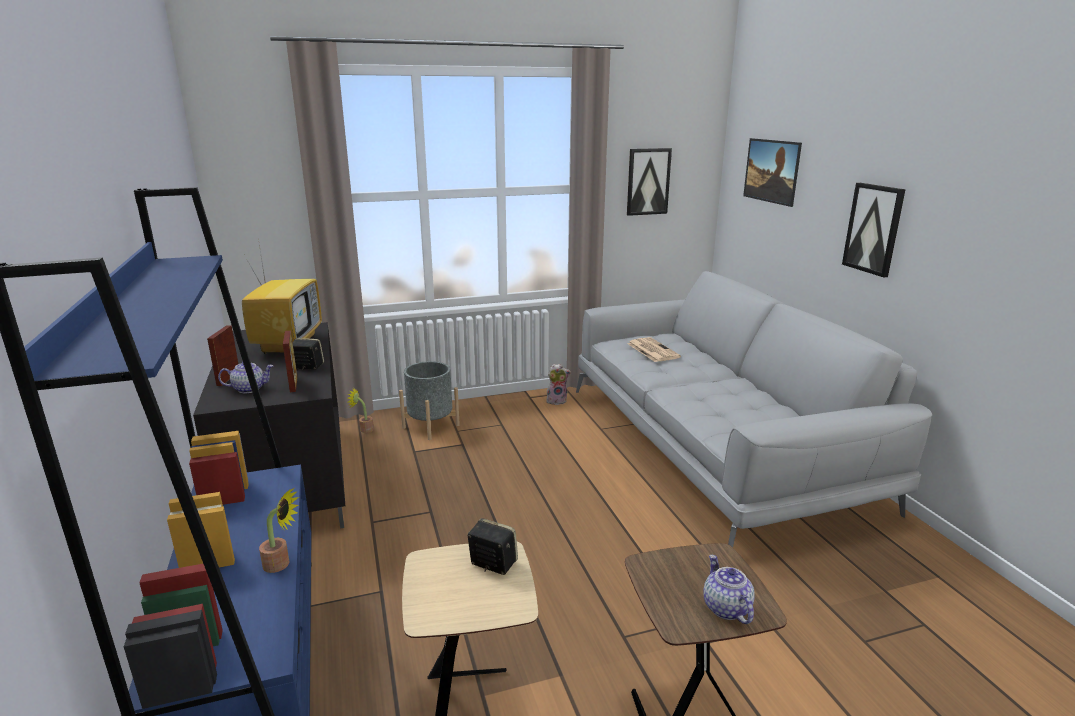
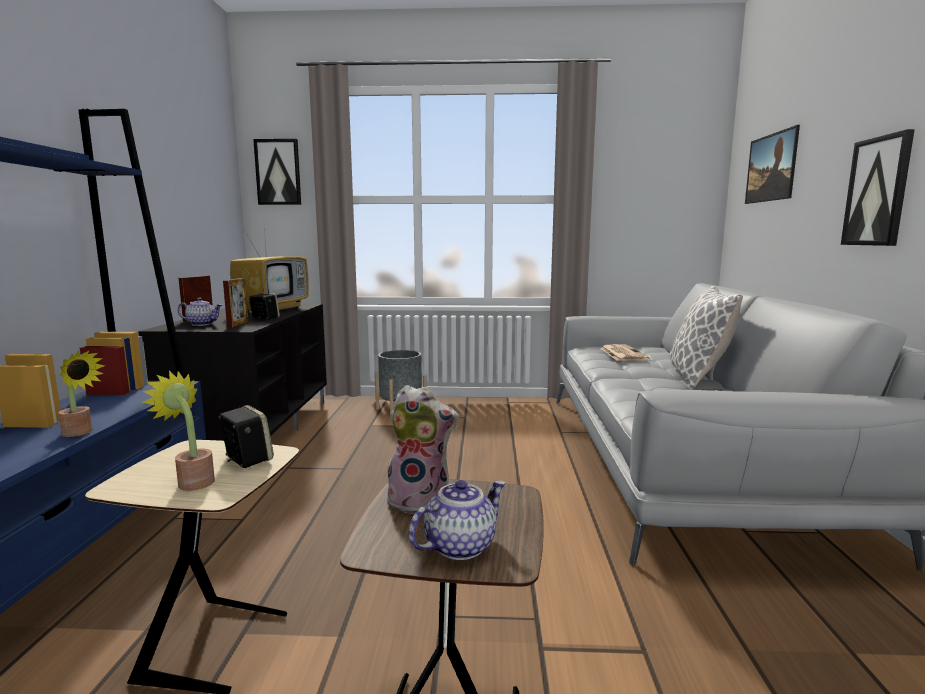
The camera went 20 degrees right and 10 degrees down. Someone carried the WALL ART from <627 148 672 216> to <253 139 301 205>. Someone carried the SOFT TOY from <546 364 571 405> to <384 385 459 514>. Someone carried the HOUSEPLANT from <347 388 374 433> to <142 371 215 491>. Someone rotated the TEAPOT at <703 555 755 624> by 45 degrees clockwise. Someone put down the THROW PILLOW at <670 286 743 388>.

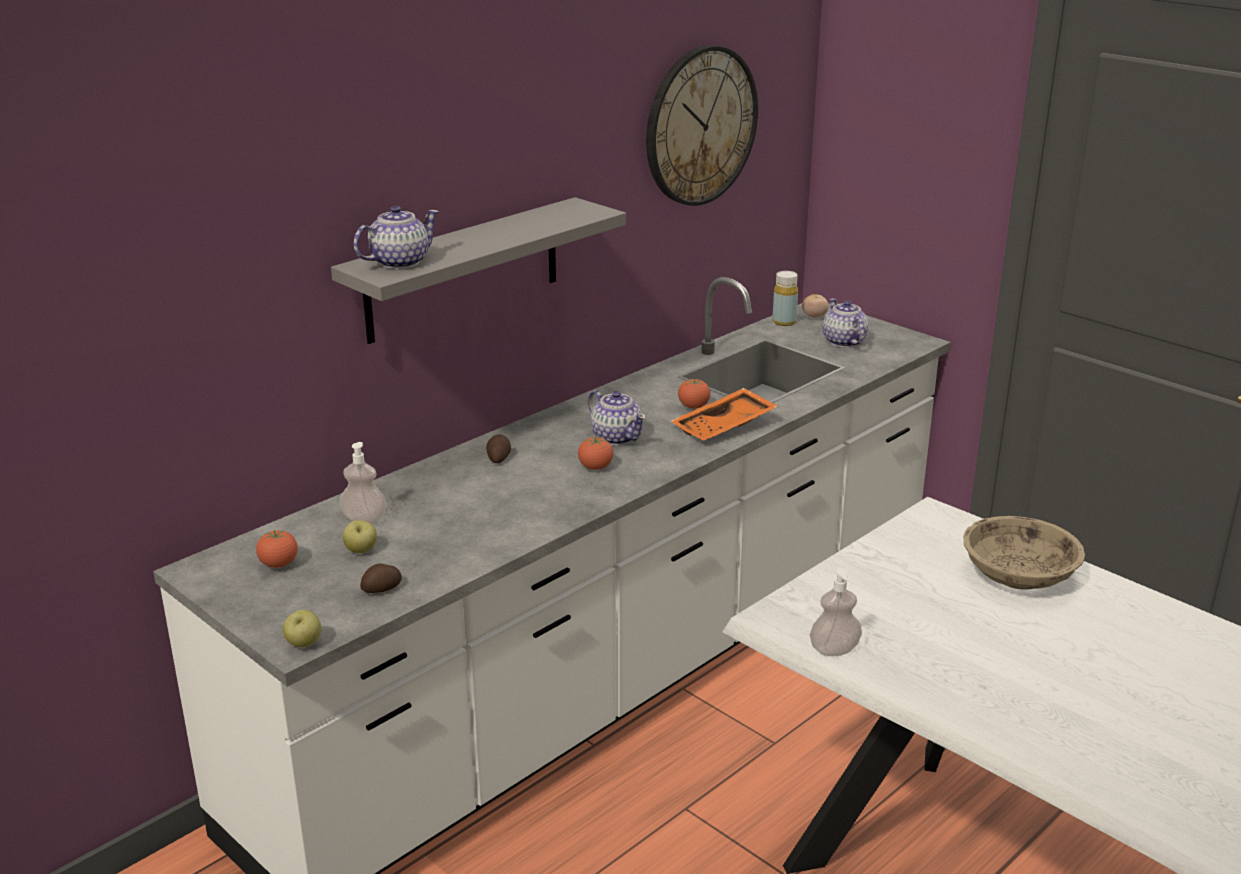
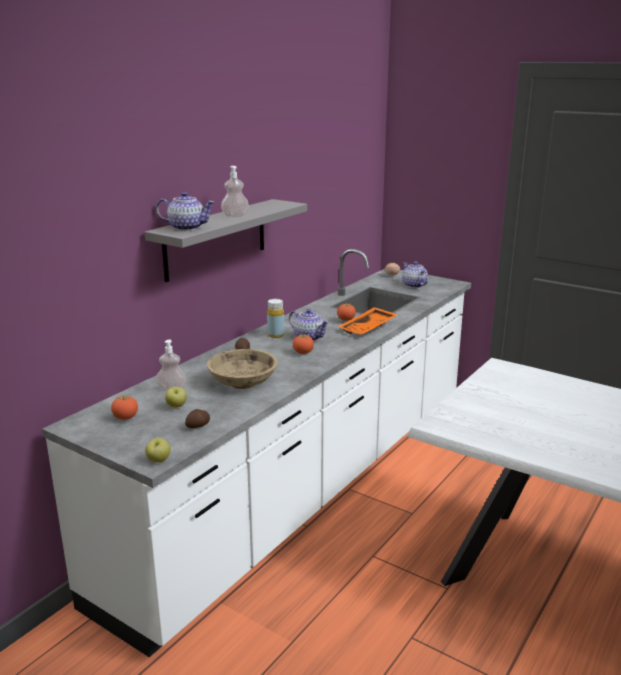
The camera went 10 degrees left and 5 degrees down. Someone took away the CLOCK ON THE WALL at <646 45 758 206>. Someone rotated the TEAPOT at <354 206 439 269> by 60 degrees clockwise. Someone carried the YELLOW-COLOURED BEVERAGE BOTTLE from <772 271 798 326> to <267 299 284 338>. Someone carried the SAND-COLOURED SERVING BOWL from <963 516 1085 590> to <207 349 278 389>. Someone carried the SOAP BOTTLE from <810 568 862 656> to <221 166 249 217>.

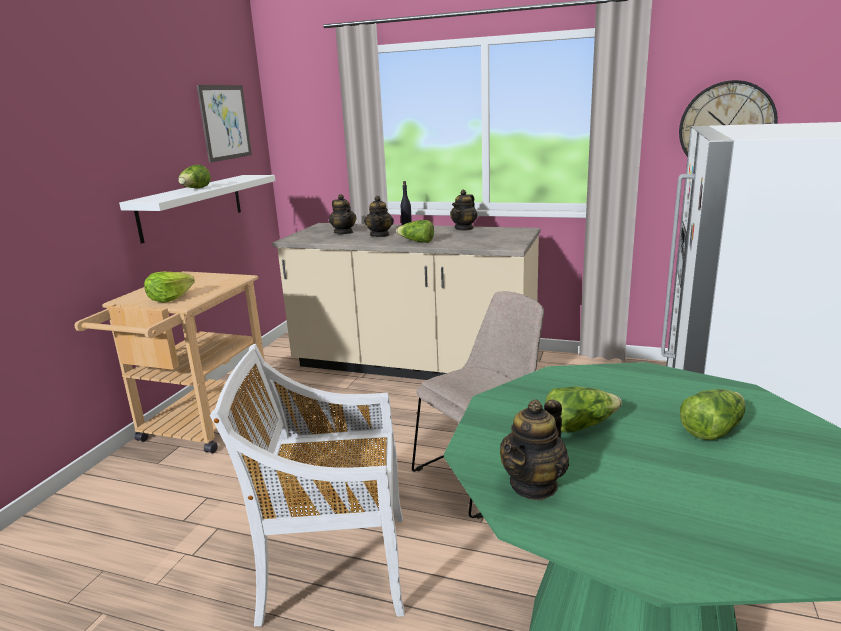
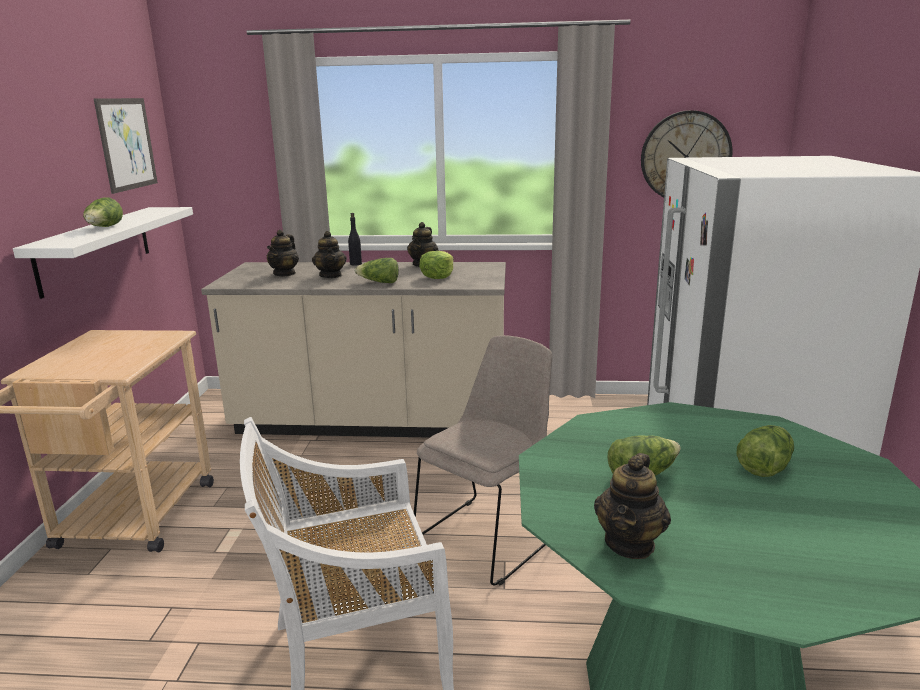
The camera went 15 degrees left and 0 degrees up. Someone rotated the TEAPOT at <329 194 356 234> by 60 degrees clockwise. Someone carried the HEAD OF LETTUCE from <144 272 195 302> to <419 251 454 279>.

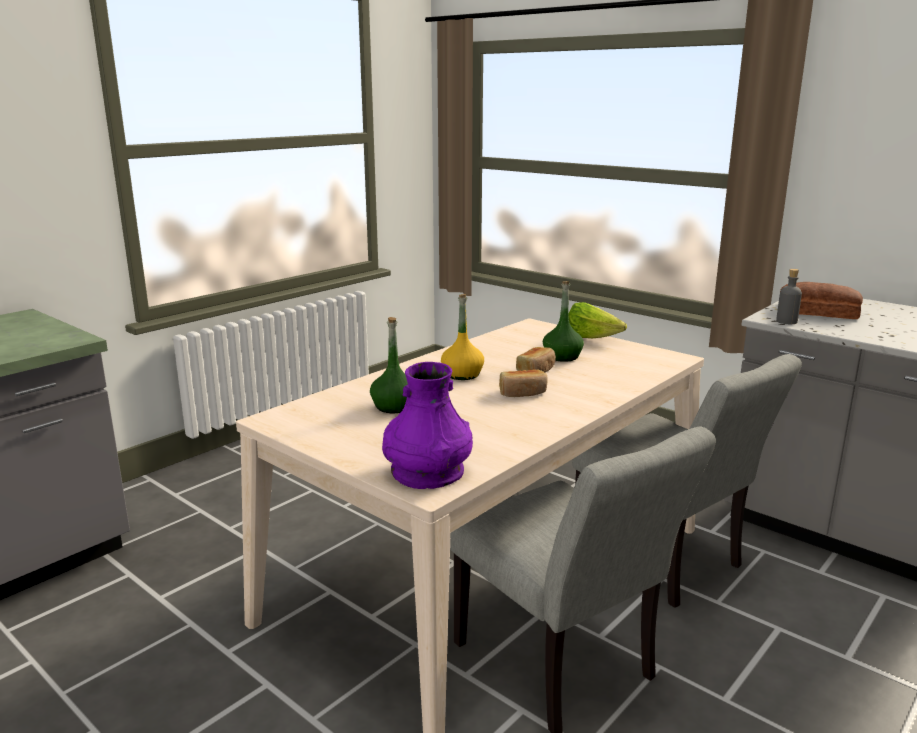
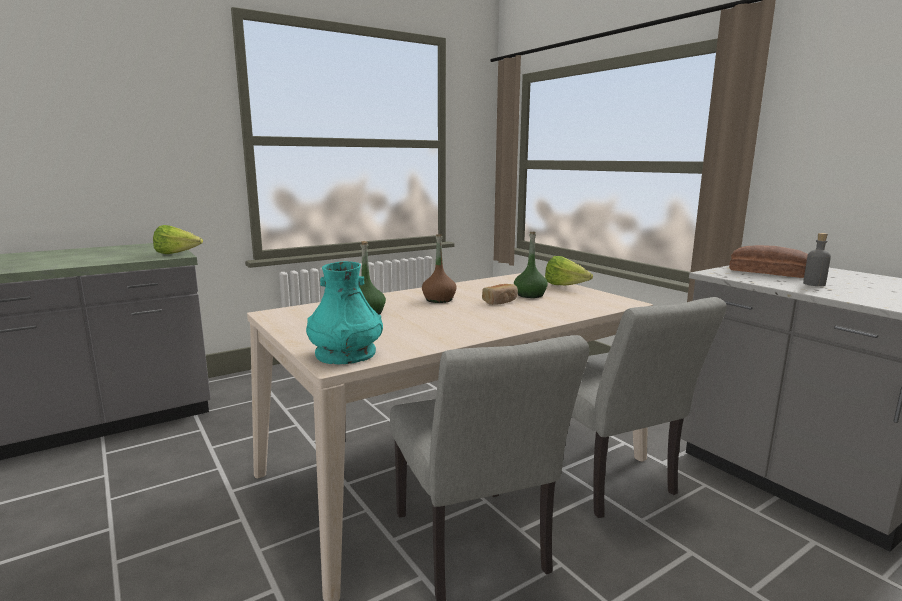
The camera went 15 degrees right and 5 degrees down. Someone carried the GREY BEVERAGE BOTTLE from <776 269 802 324> to <803 233 831 286>. Someone repainted the YELLOW-COLOURED BEVERAGE BOTTLE at <441 294 484 380>, which became the BROWN-COLOURED BEVERAGE BOTTLE at <422 234 457 303>. Someone repainted the PURPLISH VASE at <382 362 473 489>, which became the BLUE-GREEN VASE at <306 261 383 365>. Someone took away the BAKERY BREAD at <499 369 548 397>. Someone put down the HEAD OF LETTUCE at <153 225 203 254>.

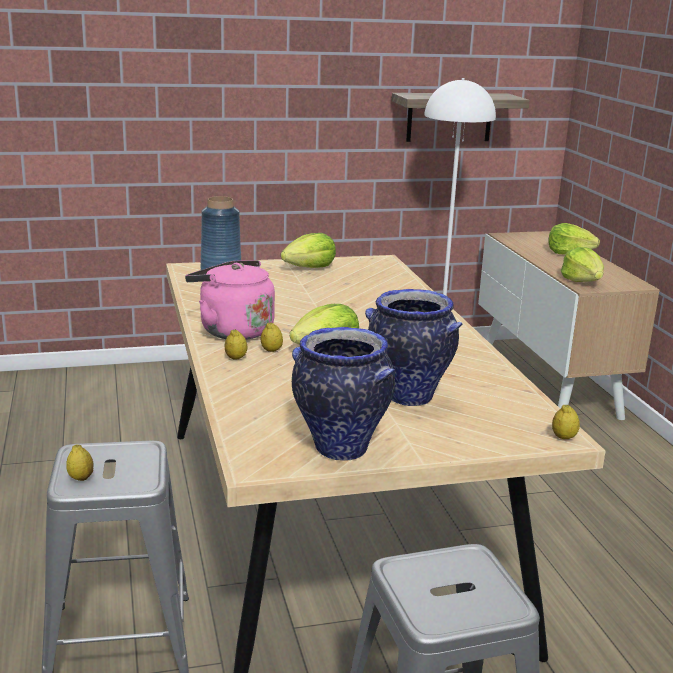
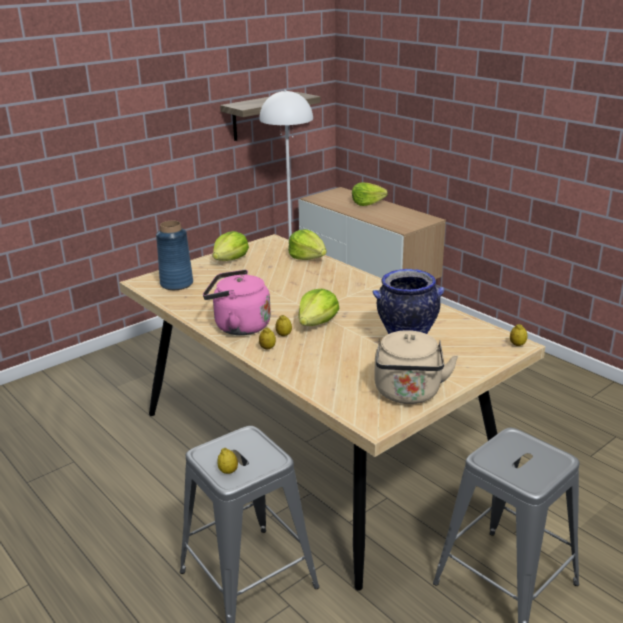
The camera went 25 degrees left and 5 degrees up. Someone carried the HEAD OF LETTUCE from <561 247 604 282> to <288 229 327 260>. Someone swapped the VASE at <292 327 395 461> for the SAND-COLOURED KETTLE at <374 330 458 404>.

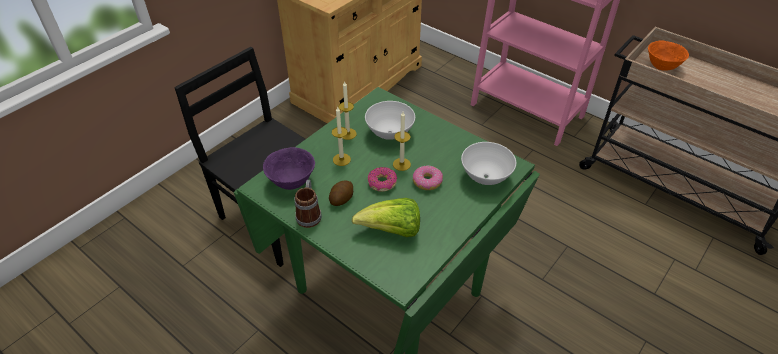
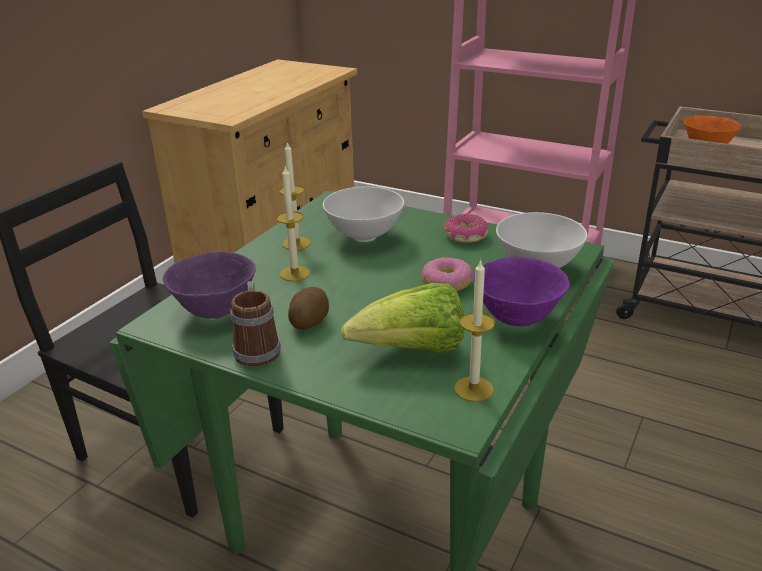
The camera went 10 degrees left and 15 degrees down. Someone carried the WAX CANDLE from <393 112 411 171> to <454 259 495 402>. Someone carried the RING DOUGHNUT from <368 167 397 192> to <444 214 489 243>. Someone put down the PURPLISH SERVING BOWL at <474 257 570 326>.

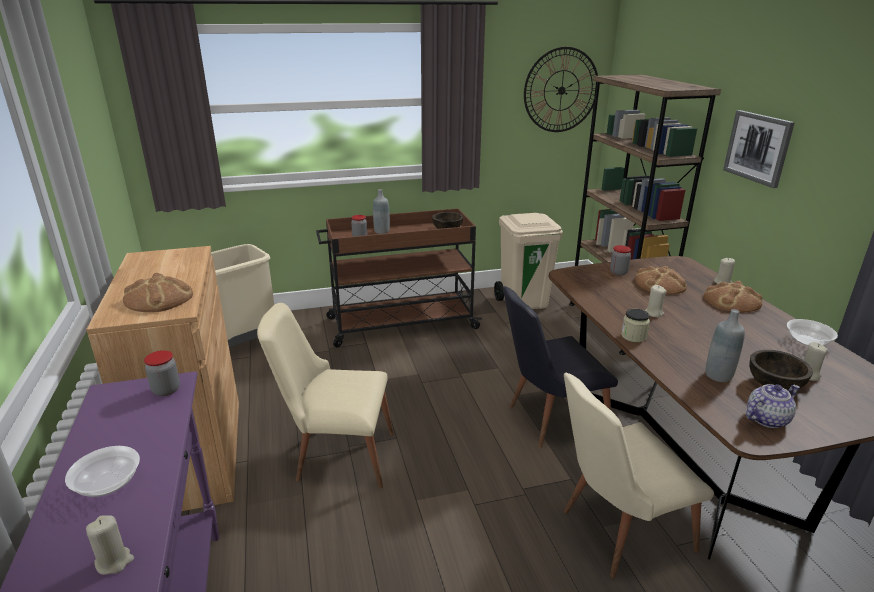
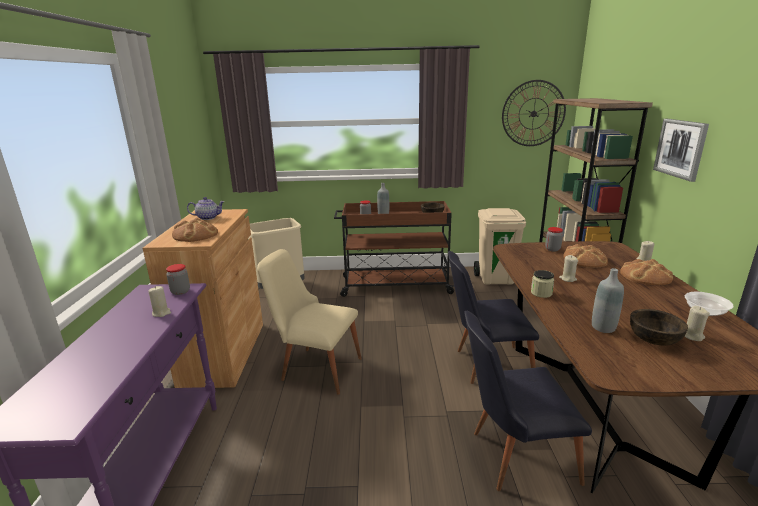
The camera went 15 degrees right and 5 degrees down. Someone repainted the SAND-COLOURED PLAIN CHAIR at <564 373 714 578>, which became the BLACK-COLOURED PLAIN CHAIR at <464 311 592 491>. Someone carried the TEAPOT from <746 384 800 428> to <187 197 225 220>. Someone took away the SERVING BOWL at <65 446 140 497>. Someone carried the SAND-COLOURED WAX CANDLE from <86 515 134 575> to <148 286 171 317>.

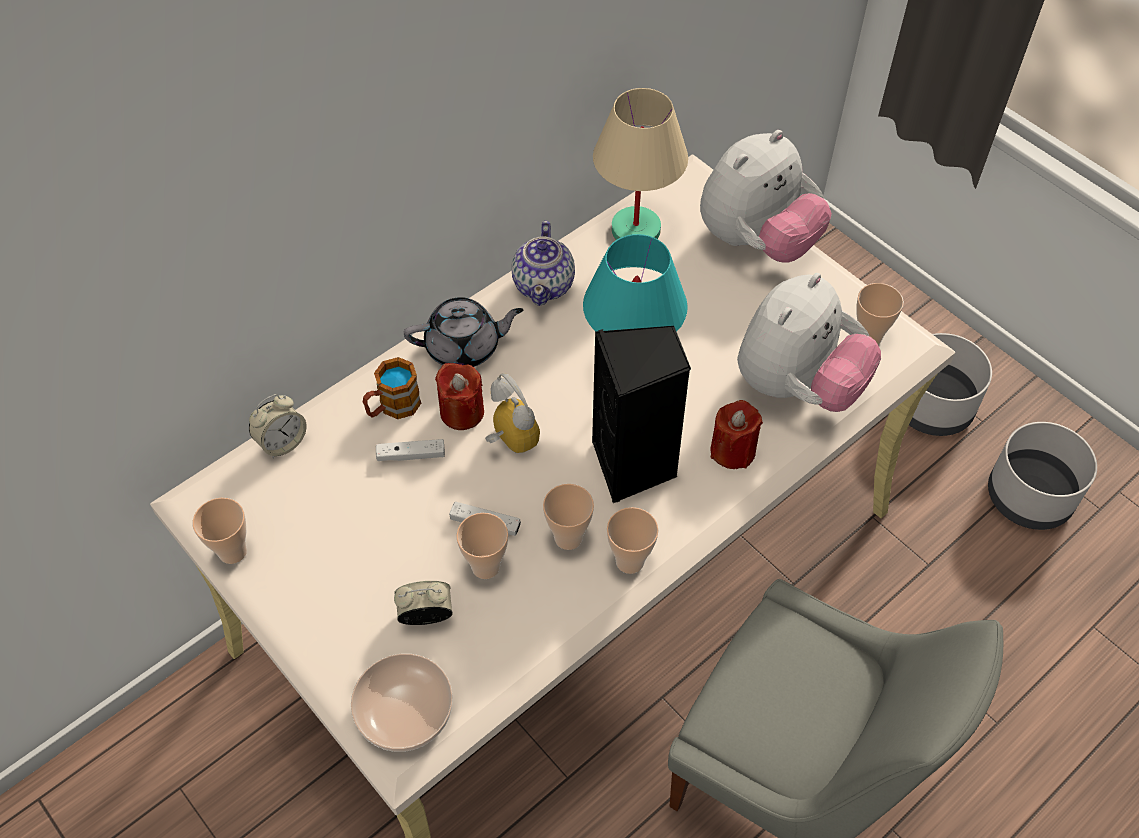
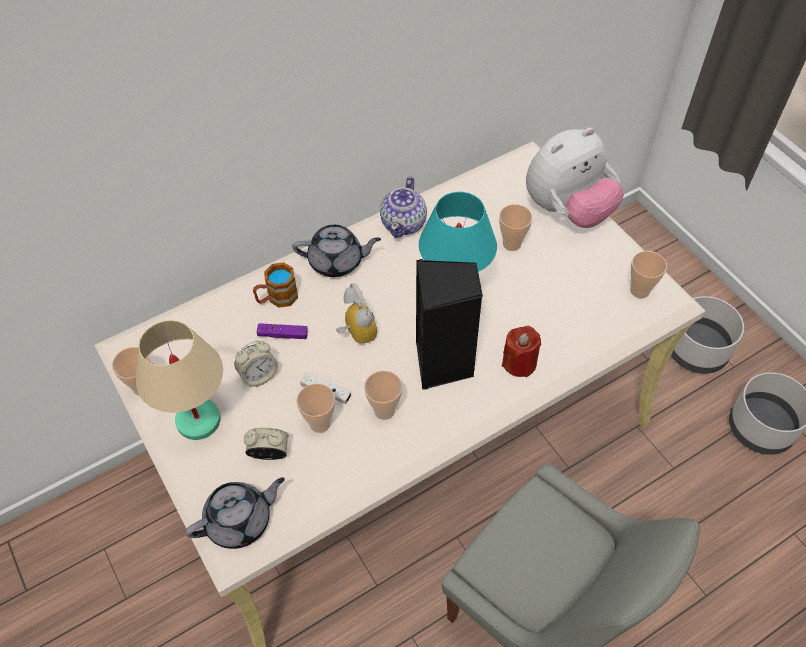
The camera went 10 degrees right and 0 degrees up. Someone carried the SAND-COLOURED TABLETOP LAMP from <593 88 688 240> to <136 320 223 440>. Someone took away the SOFT TOY at <737 273 881 412>. Someone took away the RED-COLOURED WAX CANDLE at <435 363 484 430>. Someone carried the TABLE CLOCK from <249 394 307 458> to <234 341 278 387>. Someone repainted the WHITISH GAME CONTROLLER at <376 439 445 461>, which became the PURPLISH GAME CONTROLLER at <257 323 308 339>. Someone carried the CUP from <607 507 659 574> to <499 204 533 251>. Someone swapped the SERVING BOWL at <351 654 453 752> for the GREY TEAPOT at <185 477 285 549>.

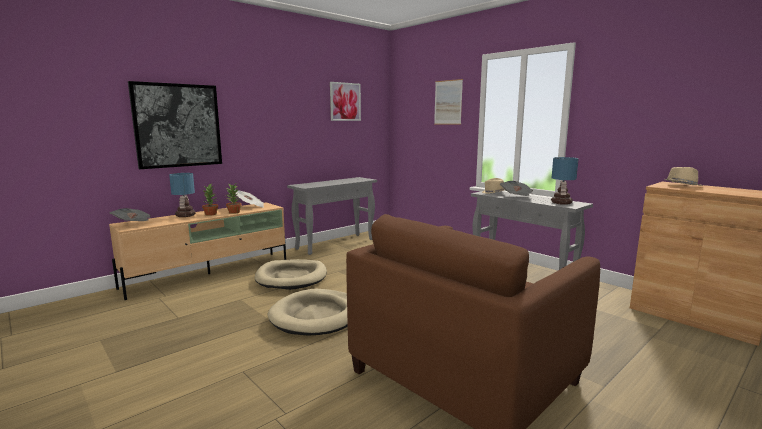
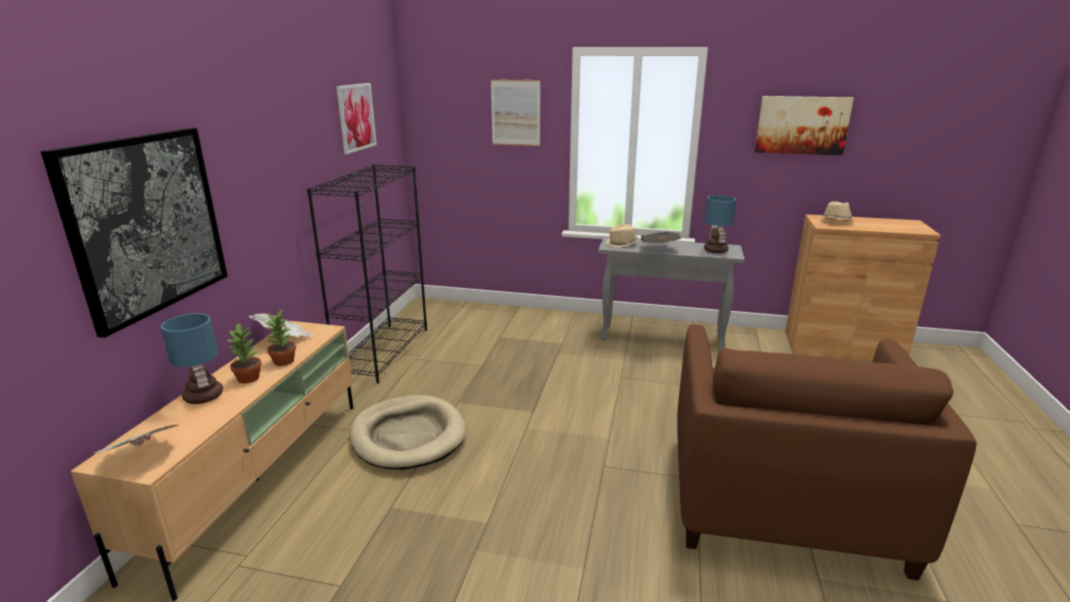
The camera went 35 degrees left and 10 degrees up. Someone swapped the GREY HALL TABLE at <287 177 377 255> for the BLACK-COLOURED BOOKCASE at <307 164 427 383>. Someone took away the SAND-COLOURED DOG BED at <268 289 348 335>. Someone put up the WALL ART at <755 96 854 155>.

